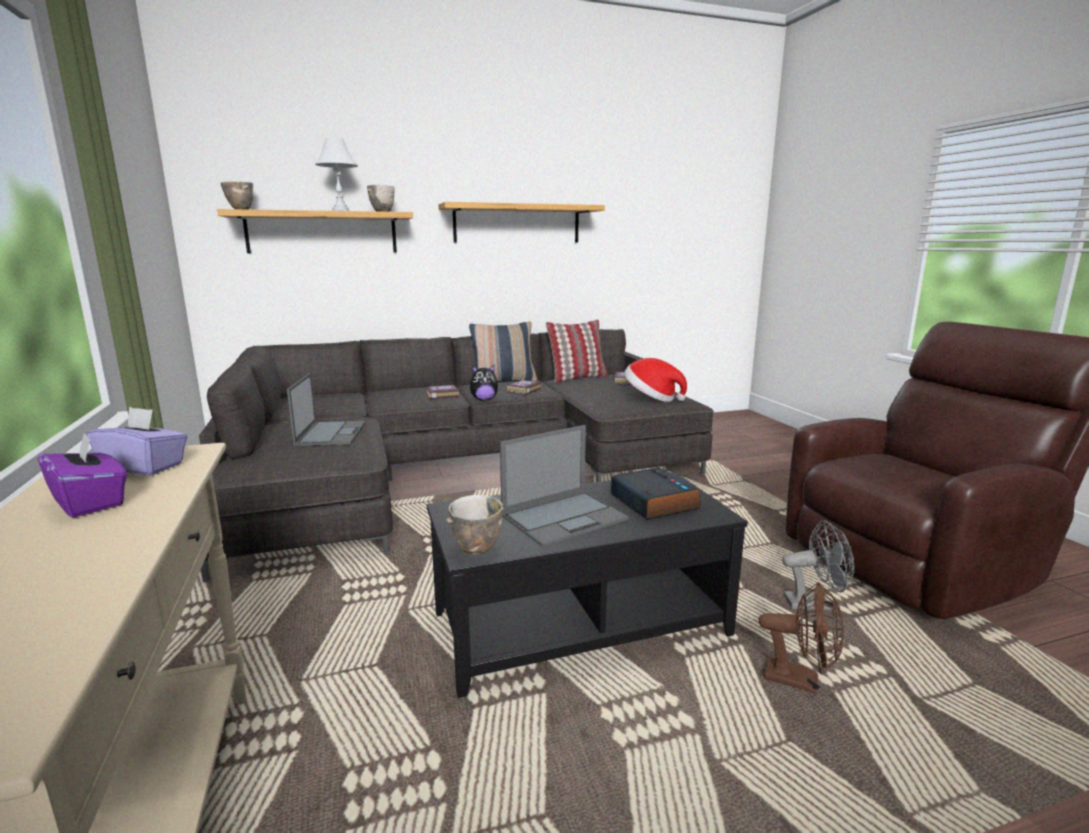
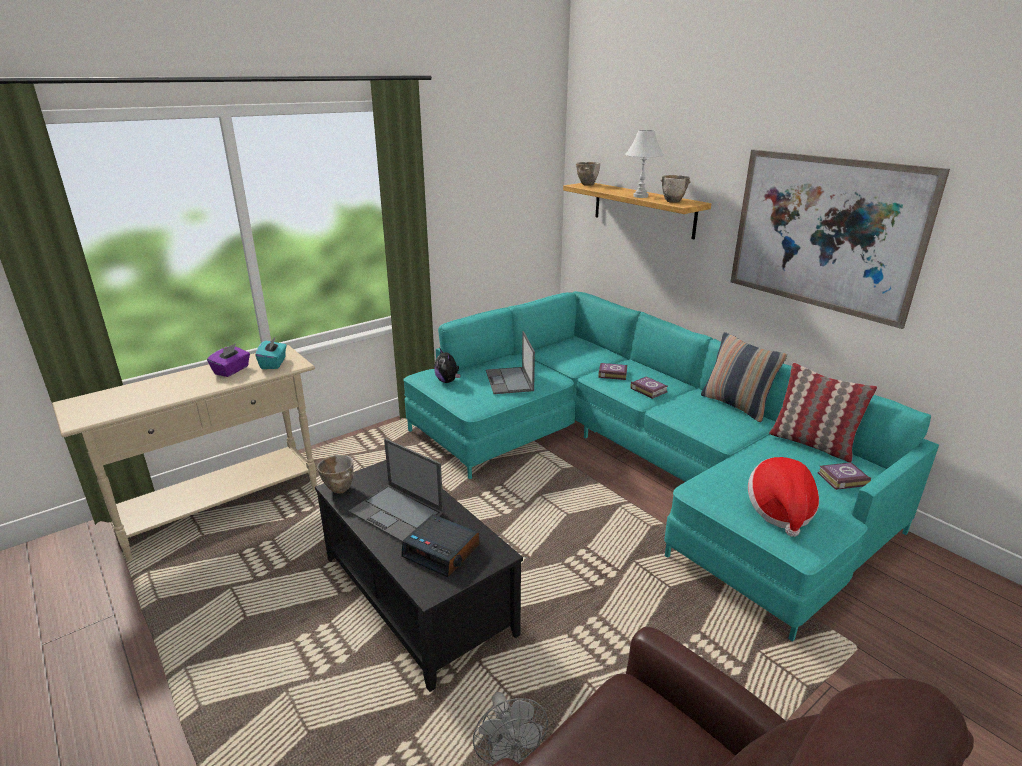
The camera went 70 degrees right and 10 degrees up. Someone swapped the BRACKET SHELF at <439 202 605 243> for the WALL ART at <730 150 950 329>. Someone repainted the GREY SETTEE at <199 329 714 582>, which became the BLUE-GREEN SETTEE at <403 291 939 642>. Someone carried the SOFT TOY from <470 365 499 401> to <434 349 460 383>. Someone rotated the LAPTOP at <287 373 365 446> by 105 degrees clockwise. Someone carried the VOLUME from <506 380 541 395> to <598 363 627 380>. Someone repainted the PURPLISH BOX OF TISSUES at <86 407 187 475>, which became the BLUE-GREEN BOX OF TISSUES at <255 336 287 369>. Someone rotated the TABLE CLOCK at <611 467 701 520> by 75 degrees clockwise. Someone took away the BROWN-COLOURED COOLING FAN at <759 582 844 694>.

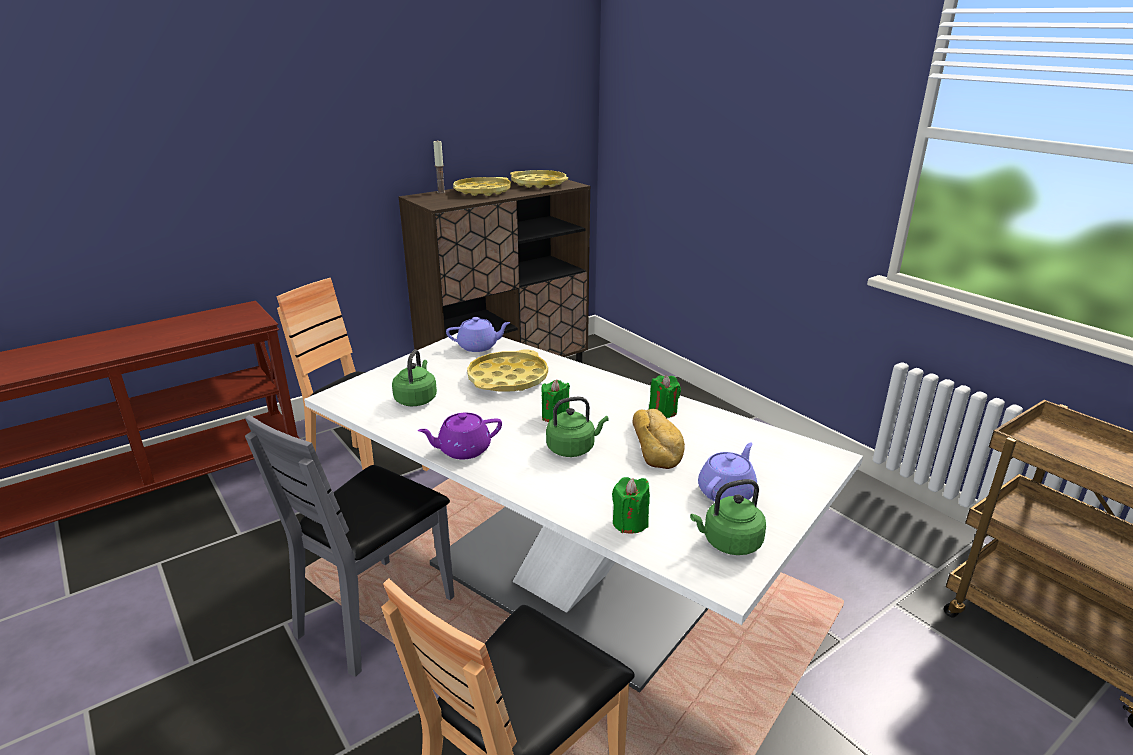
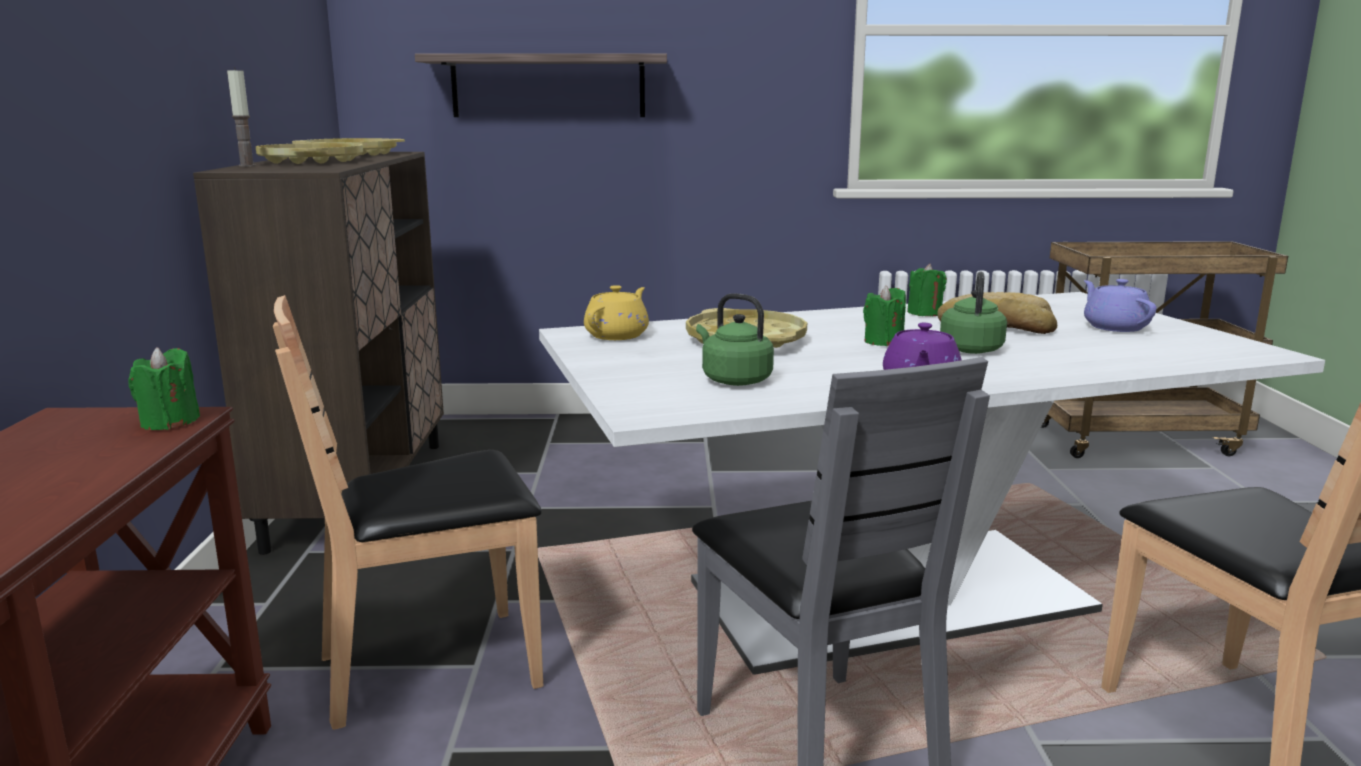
The camera went 55 degrees left and 10 degrees down. Someone repainted the PURPLISH TEAPOT at <446 317 511 352>, which became the YELLOW-COLOURED TEAPOT at <584 285 649 340>. Someone carried the GREEN WAX CANDLE from <612 477 650 534> to <129 347 200 430>. Someone took away the GREEN KETTLE at <690 479 766 555>. Someone put up the BRACKET SHELF at <415 53 667 117>.

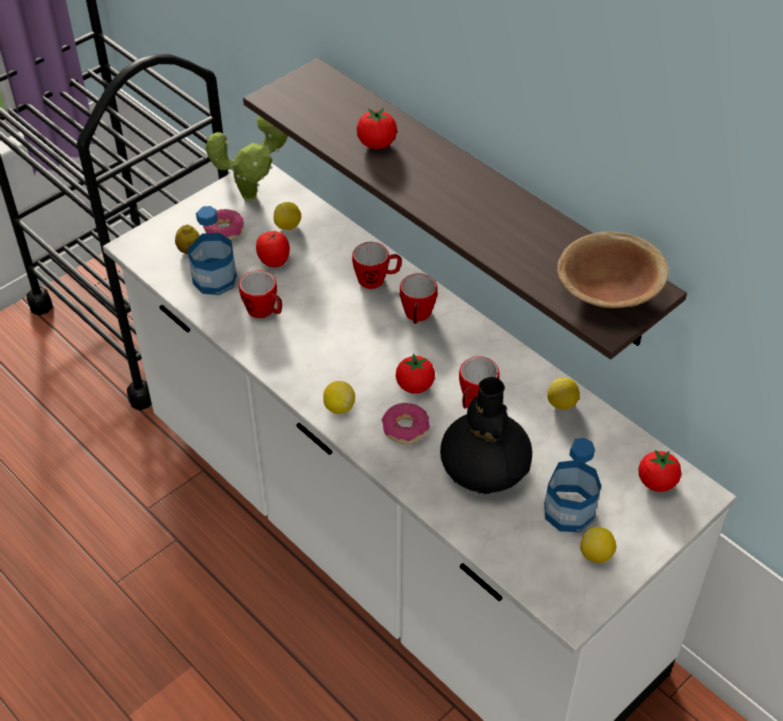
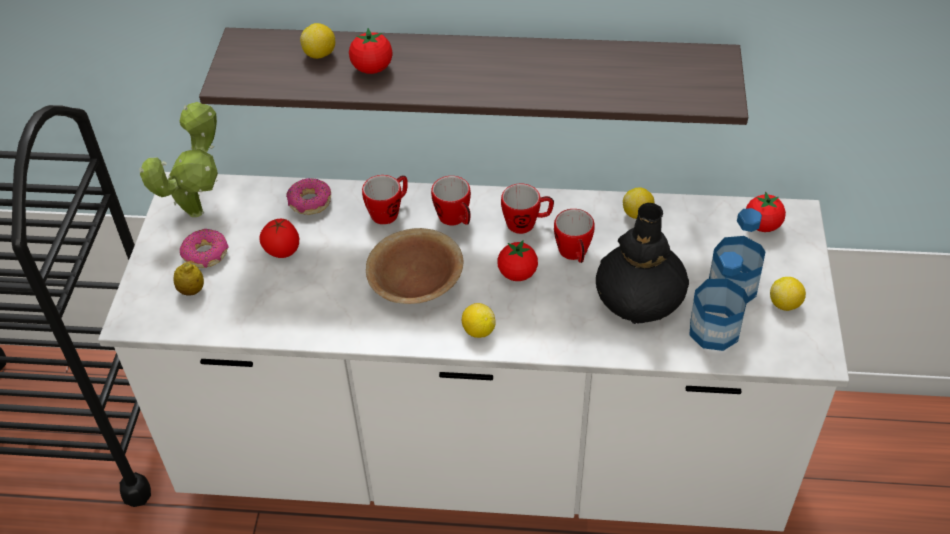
The camera went 40 degrees left and 0 degrees up. Someone carried the CITRUS FRUIT from <273 202 301 230> to <300 23 335 59>. Someone carried the BEVERAGE BOTTLE from <187 206 237 295> to <689 252 748 351>. Someone carried the BROWN-COLOURED SERVING BOWL from <557 231 669 308> to <366 228 463 304>. Someone carried the TEA MUG from <239 270 282 318> to <501 183 554 234>. Someone carried the RING DOUGHNUT from <381 403 430 445> to <286 178 331 215>.

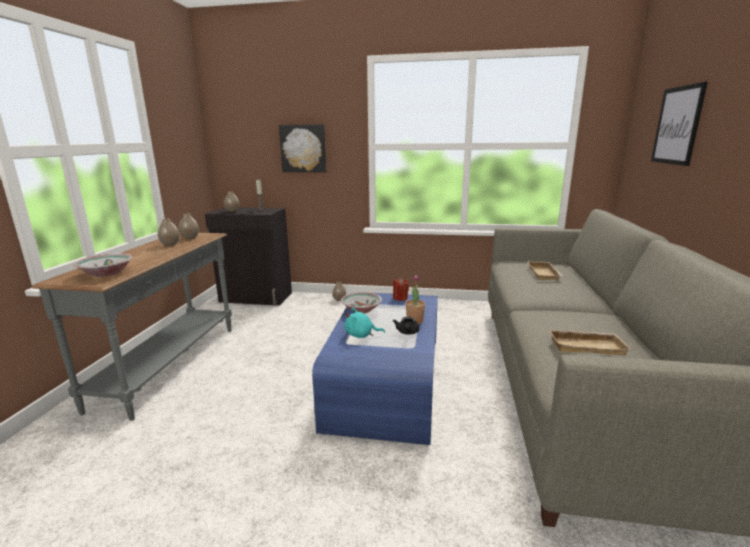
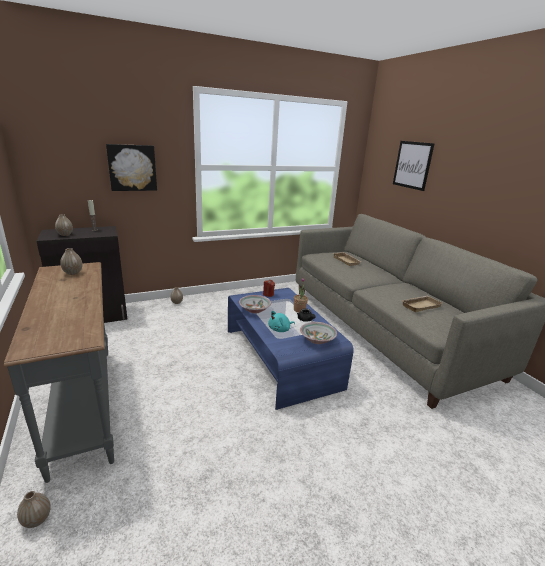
The camera went 35 degrees left and 5 degrees up. Someone carried the VASE from <158 219 180 246> to <17 491 51 528>. Someone carried the SERVING BOWL from <73 253 133 277> to <300 322 337 344>.

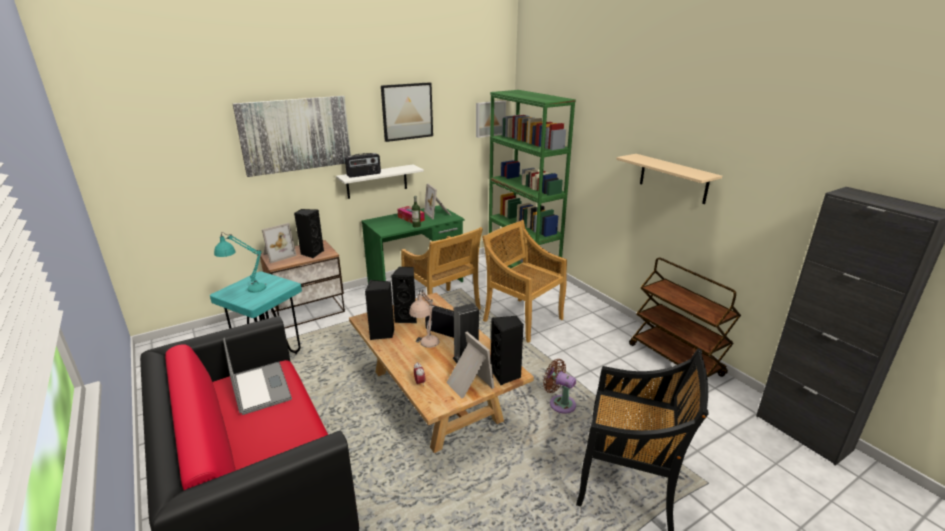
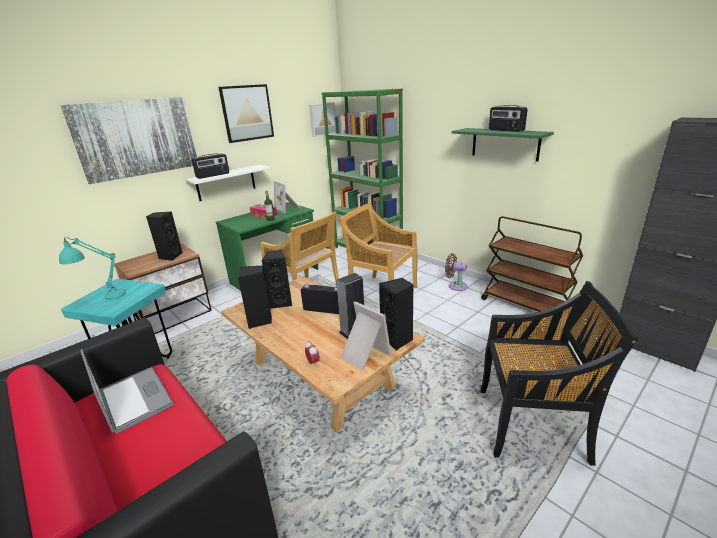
The camera went 10 degrees left and 0 degrees up. Someone repainted the SAND-COLOURED BRACKET SHELF at <616 154 722 204>, which became the GREEN BRACKET SHELF at <452 128 554 162>. Someone took away the PICTURE FRAME at <262 223 297 263>. Someone took away the SAND-COLOURED TABLETOP LAMP at <409 290 440 348>. Someone carried the BROWN-COLOURED COOLING FAN from <543 359 576 414> to <445 253 468 291>. Someone put down the RADIO SET at <489 105 528 132>.

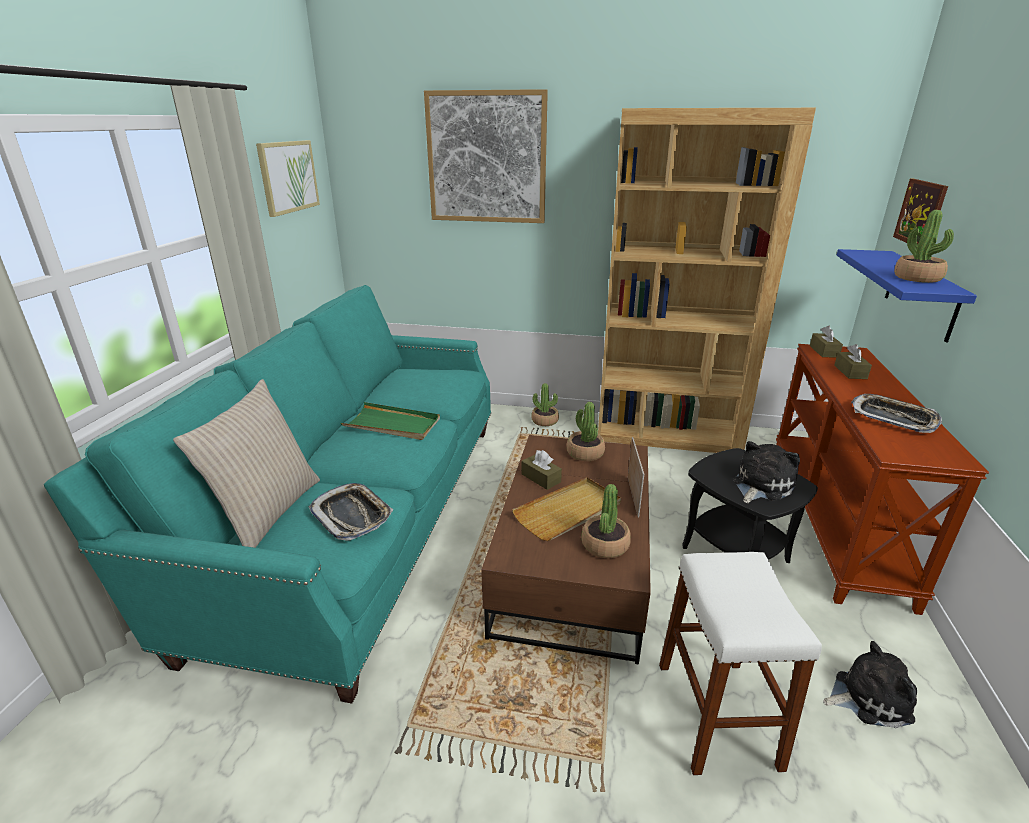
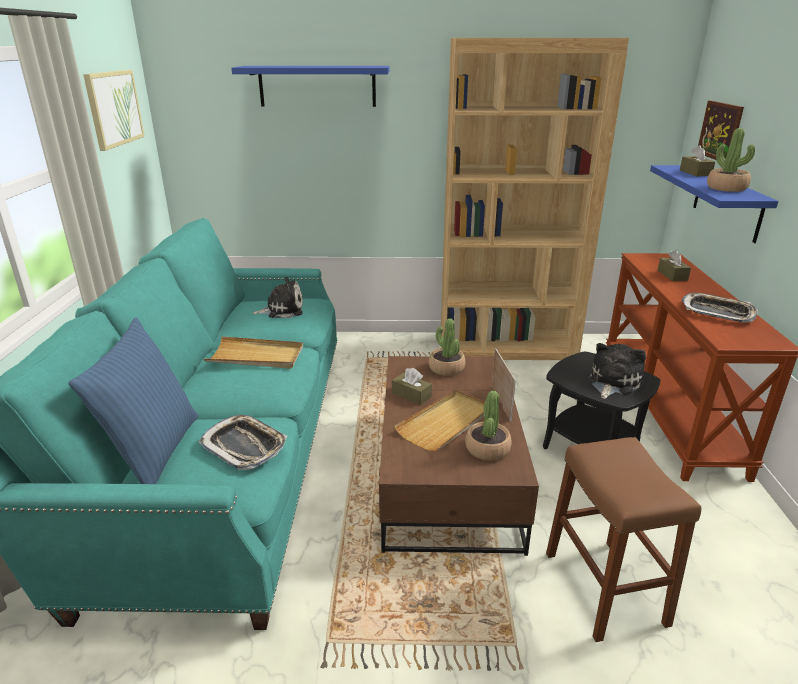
The camera went 10 degrees left and 0 degrees up. Someone swapped the WALL ART at <424 89 548 223> for the BLUE-COLOURED BRACKET SHELF at <231 66 390 107>. Someone carried the BROWN-COLOURED BOX OF TISSUES from <810 325 843 358> to <680 145 715 176>. Someone repainted the SAND-COLOURED THROW PILLOW at <173 379 320 548>, which became the BLUE-COLOURED THROW PILLOW at <68 318 199 484>. Someone took away the HOUSEPLANT at <531 383 559 426>. Someone repainted the GREEN CARRYING TRAY at <340 402 440 440>, which became the SAND-COLOURED CARRYING TRAY at <204 336 303 369>. Someone repainted the WHITISH STOOL at <659 552 822 775>, which became the BROWN-COLOURED STOOL at <546 437 701 642>. Someone carried the SOFT TOY from <823 641 917 728> to <252 277 303 318>.

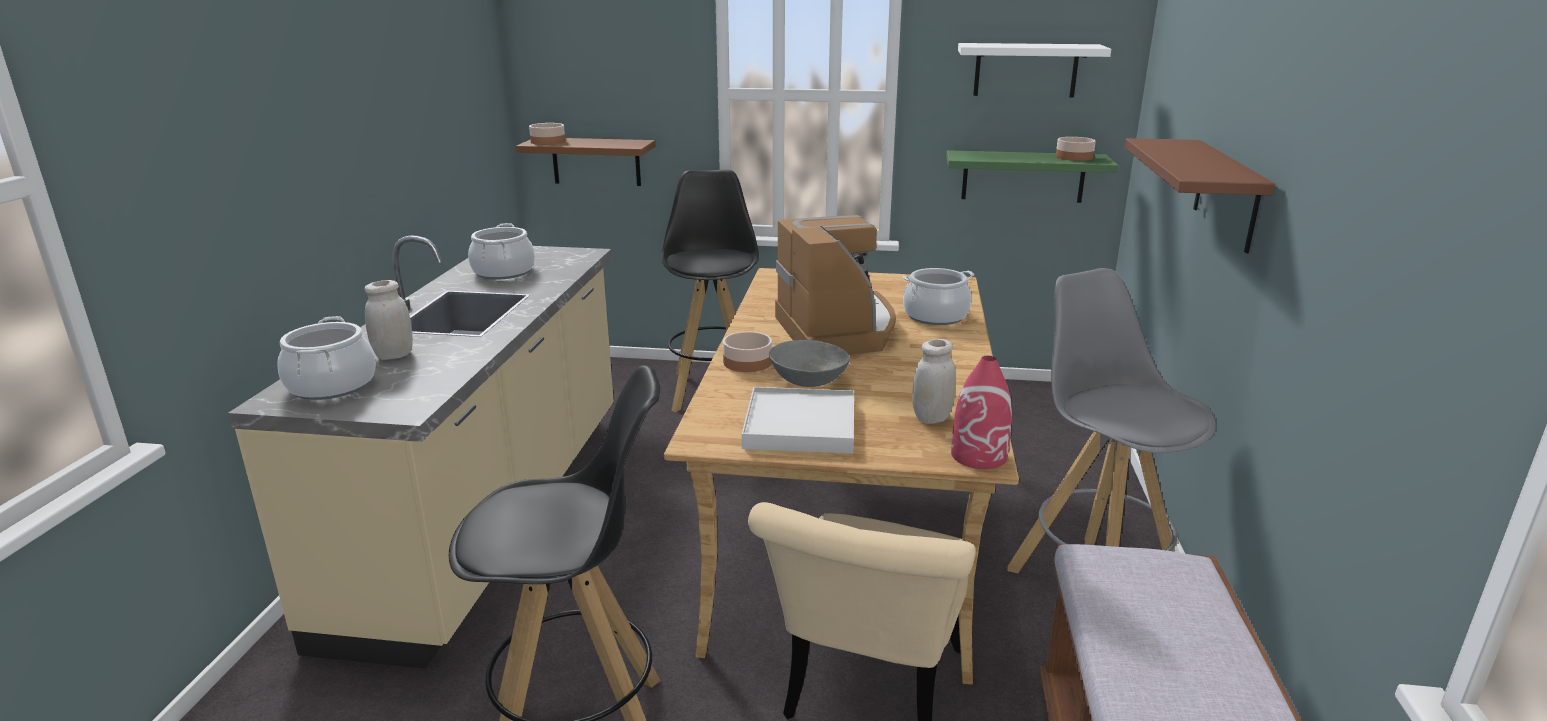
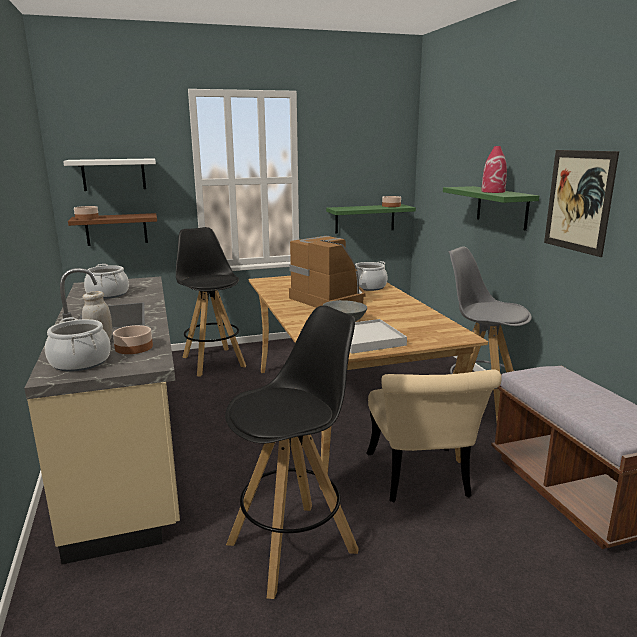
The camera went 25 degrees left and 5 degrees down. Someone carried the WHITISH BRACKET SHELF from <958 43 1111 98> to <63 158 156 191>. Someone repainted the BROWN-COLOURED BRACKET SHELF at <1124 138 1275 253>, which became the GREEN BRACKET SHELF at <443 186 539 231>. Someone carried the SERVING BOWL from <723 332 772 372> to <113 325 153 354>. Someone took away the WHITISH STORAGE JAR at <912 339 956 424>. Someone carried the RED-COLOURED VASE from <951 356 1012 469> to <482 146 507 193>. Someone put up the WALL ART at <544 150 619 257>.

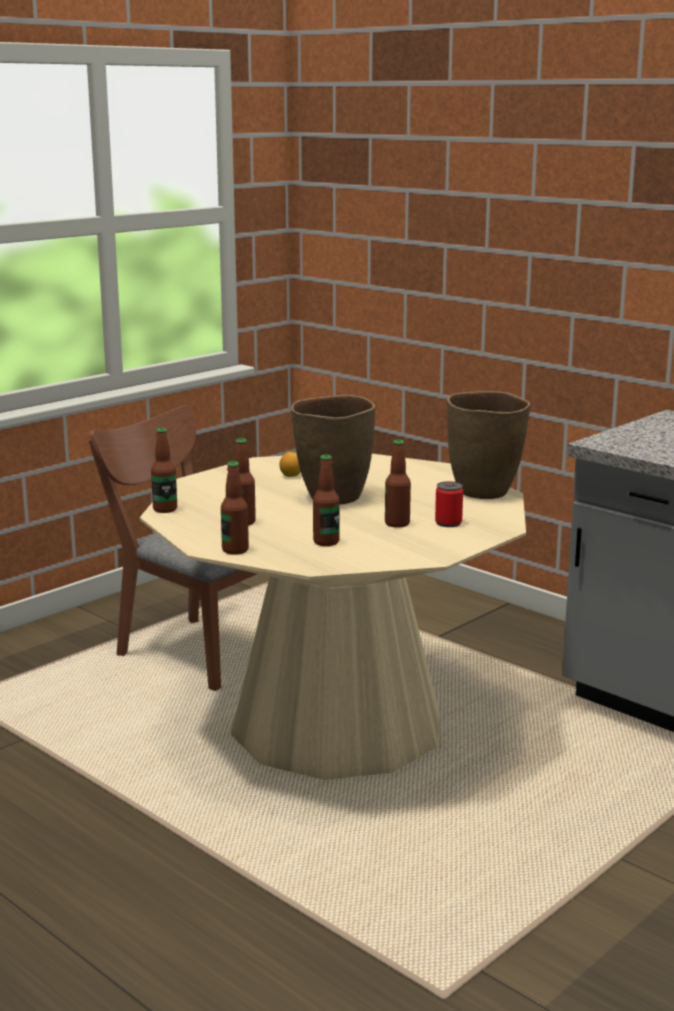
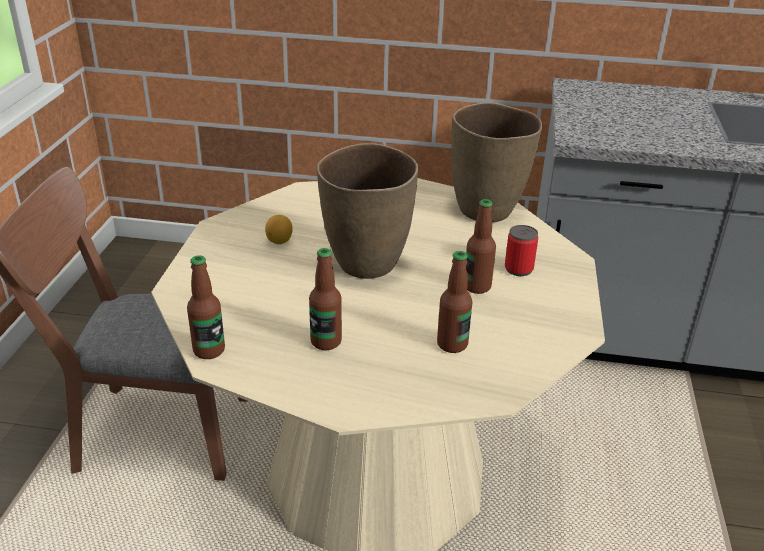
The camera went 35 degrees left and 15 degrees up. Someone took away the BEVERAGE BOTTLE at <221 461 249 555>.

